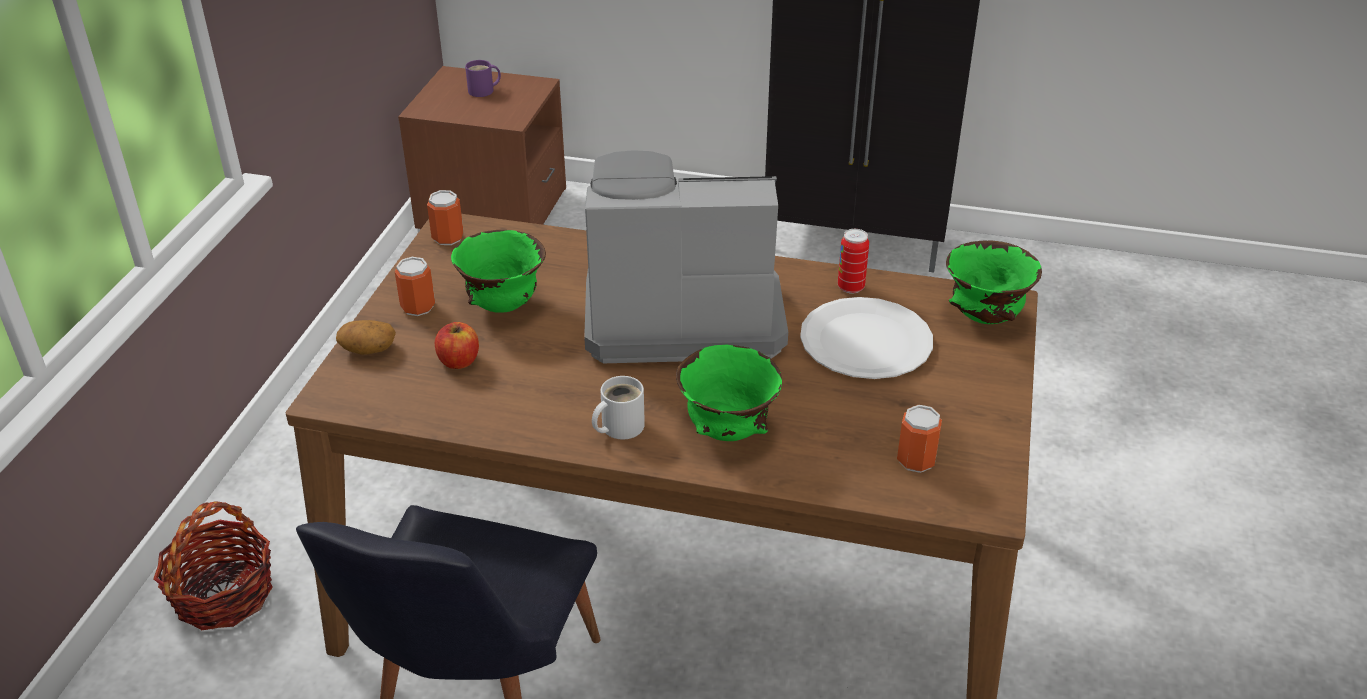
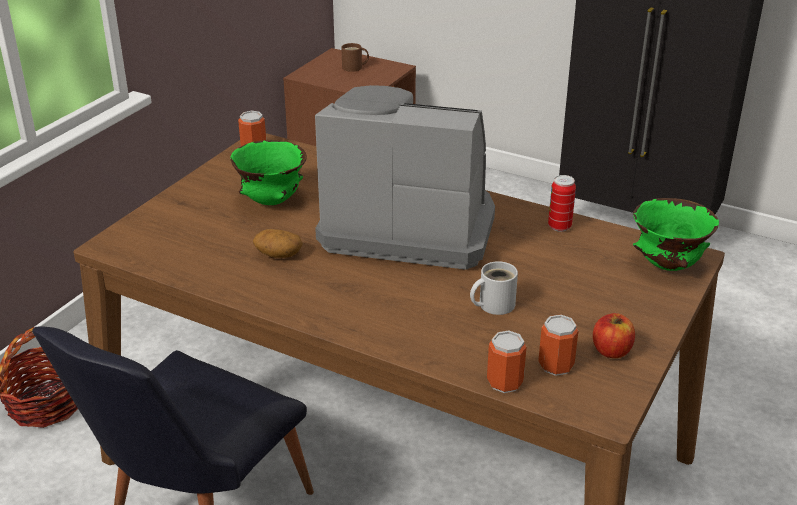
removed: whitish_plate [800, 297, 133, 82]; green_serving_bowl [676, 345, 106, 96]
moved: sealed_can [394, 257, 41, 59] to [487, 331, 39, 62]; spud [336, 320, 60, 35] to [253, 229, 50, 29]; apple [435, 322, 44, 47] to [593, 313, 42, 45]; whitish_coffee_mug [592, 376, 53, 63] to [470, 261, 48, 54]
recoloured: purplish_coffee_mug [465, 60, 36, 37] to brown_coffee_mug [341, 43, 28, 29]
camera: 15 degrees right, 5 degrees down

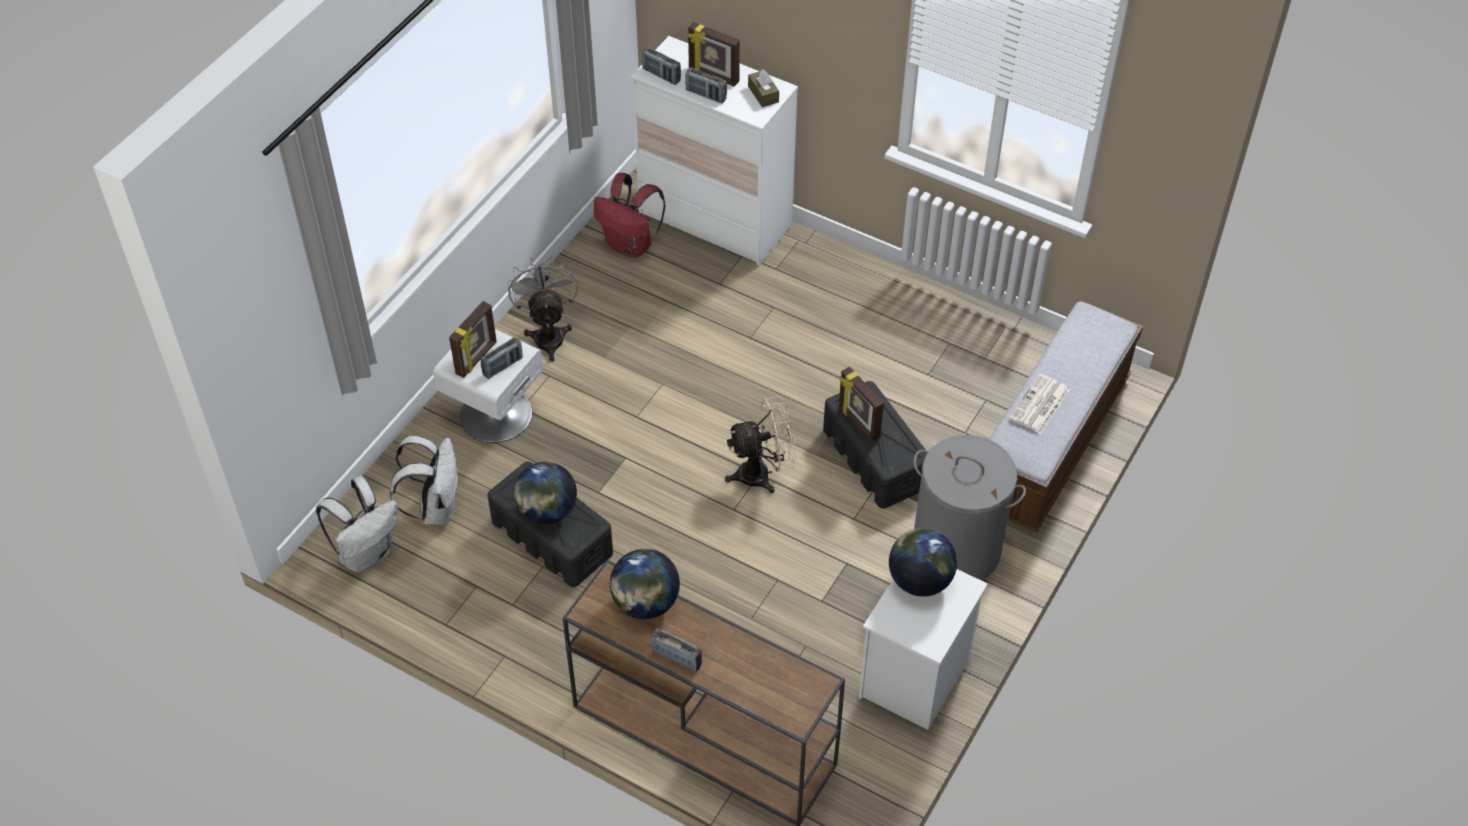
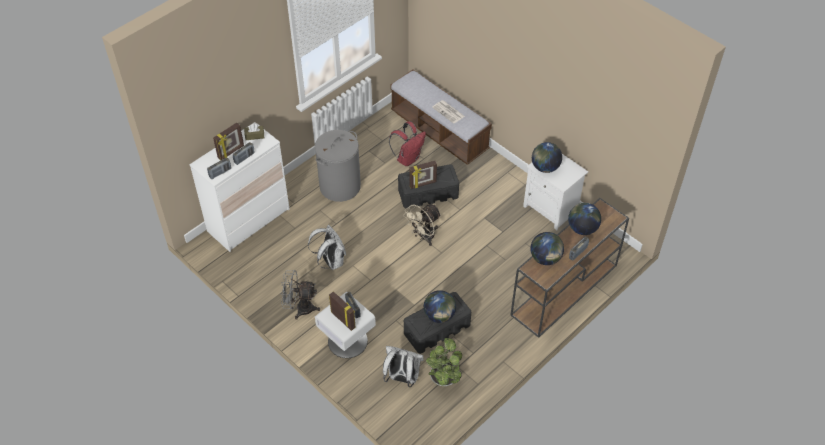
added: world_globe [568, 203, 33, 32]; plant_in_a_pot [426, 338, 36, 48]
moved: red-coloured_knapsack [594, 173, 71, 85] to [389, 121, 37, 45]; grey_washing_basket [913, 435, 113, 146] to [315, 130, 46, 72]; whitish_knapsack [316, 476, 82, 97] to [308, 225, 38, 45]
turned: beige_cooling_fan [725, 396, 72, 97] = [403, 204, 38, 42] 135 degrees counterclockwise
camera: 75 degrees left, 0 degrees up

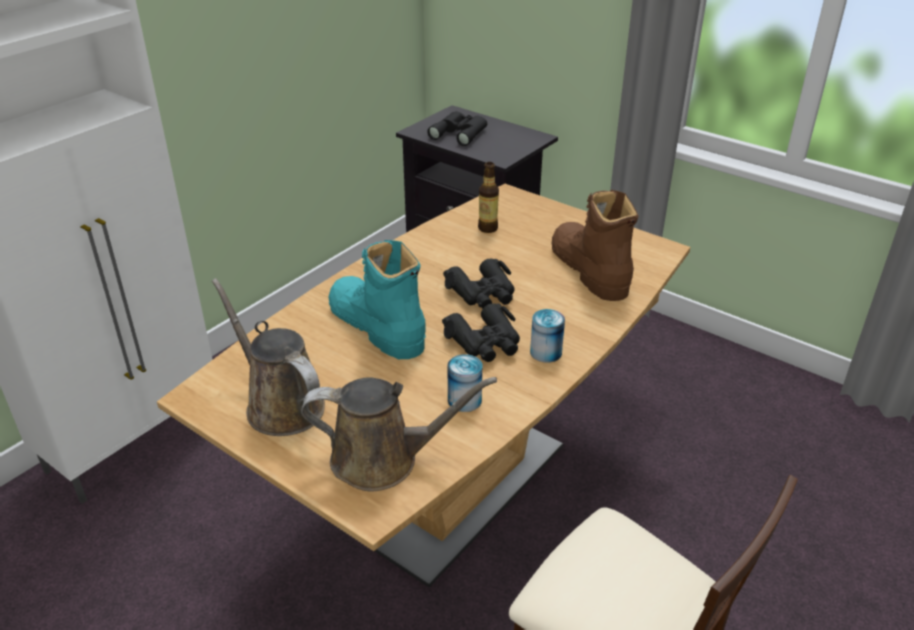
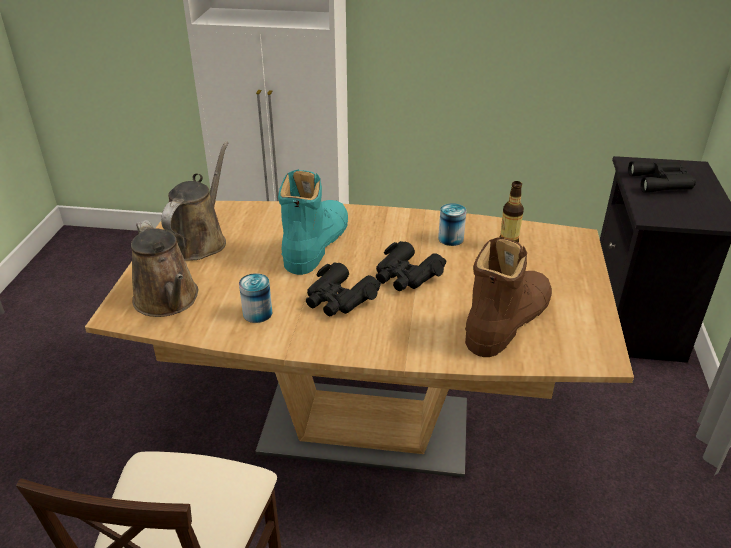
moved: sealed_can [530, 309, 35, 54] to [438, 203, 28, 43]
camera: 60 degrees right, 0 degrees up

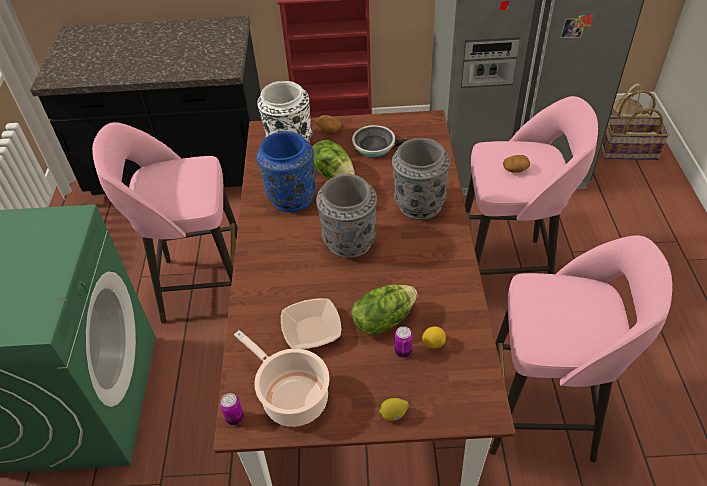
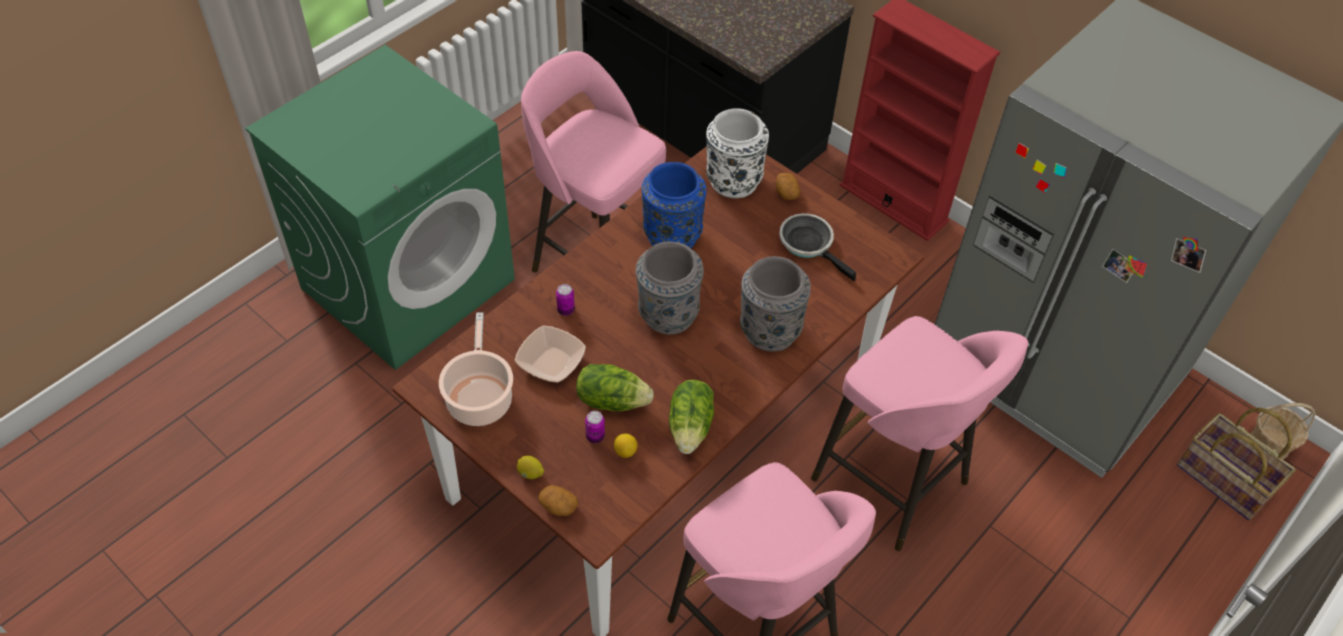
moved: head_of_lettuce [312, 140, 43, 39] to [669, 380, 45, 74]; spud [503, 155, 27, 18] to [538, 485, 40, 31]; sealed_can [220, 393, 24, 32] to [556, 284, 19, 32]
camera: 40 degrees right, 5 degrees up

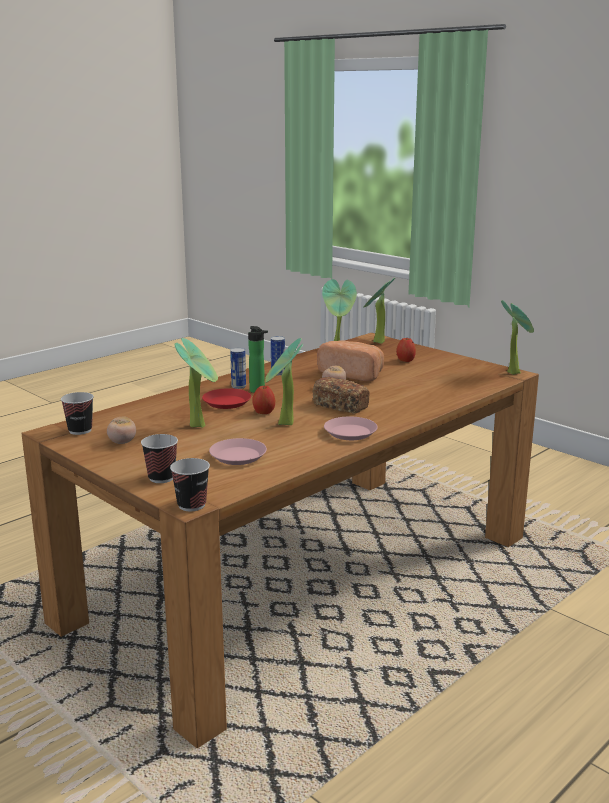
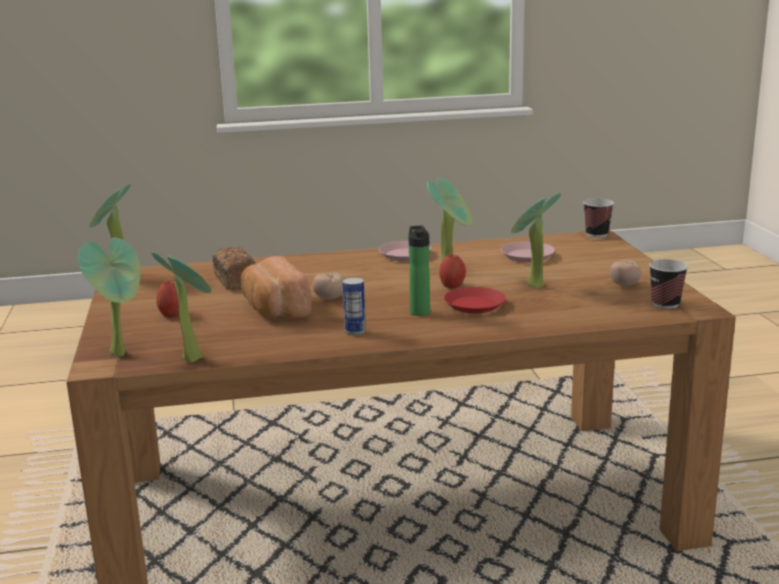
removed: sealed_can [230, 348, 16, 41]; small_cup [141, 434, 37, 49]
moved: bakery_bread [313, 377, 57, 37] to [212, 247, 44, 43]
camera: 145 degrees left, 0 degrees up

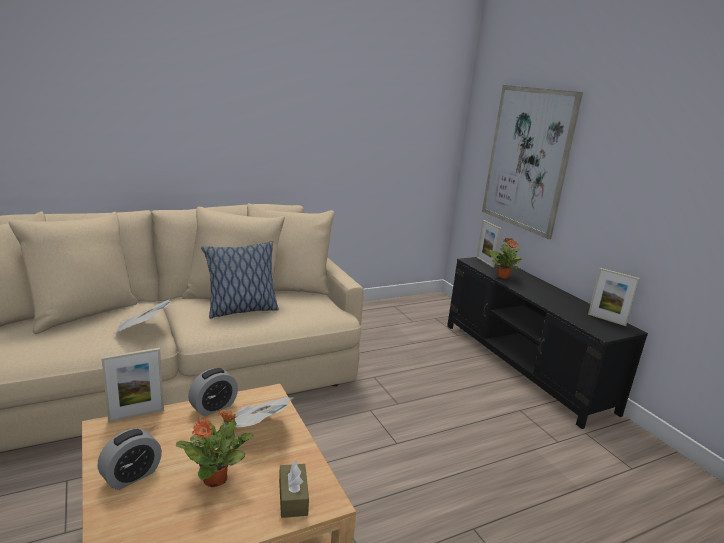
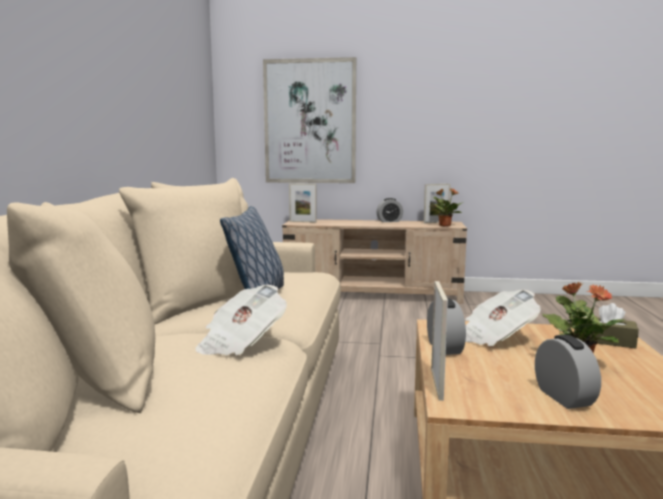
added: bedside_clock [376, 198, 27, 24]
moved: plant_in_a_pot [489, 238, 32, 41] to [429, 188, 34, 39]
recoloured: blackish_tv_unit [447, 257, 201, 172] to beige_tv_unit [282, 219, 185, 85]
camera: 55 degrees left, 10 degrees down

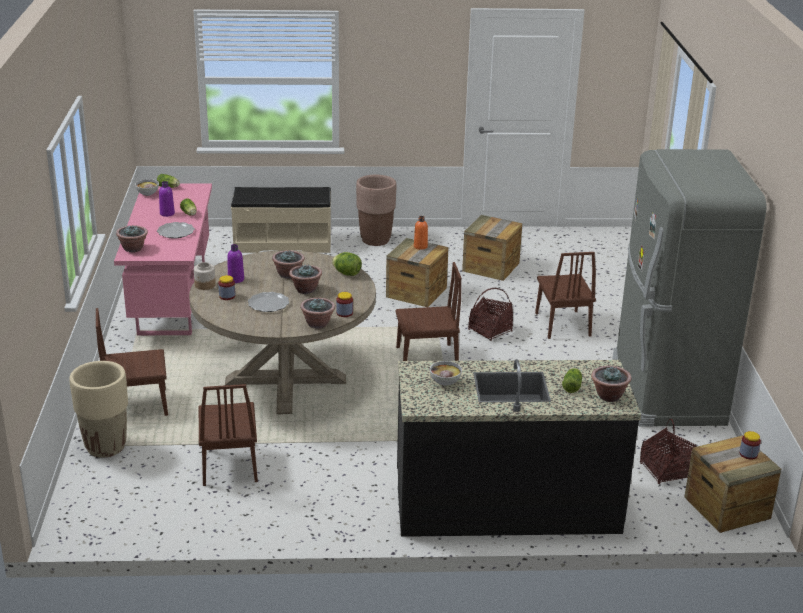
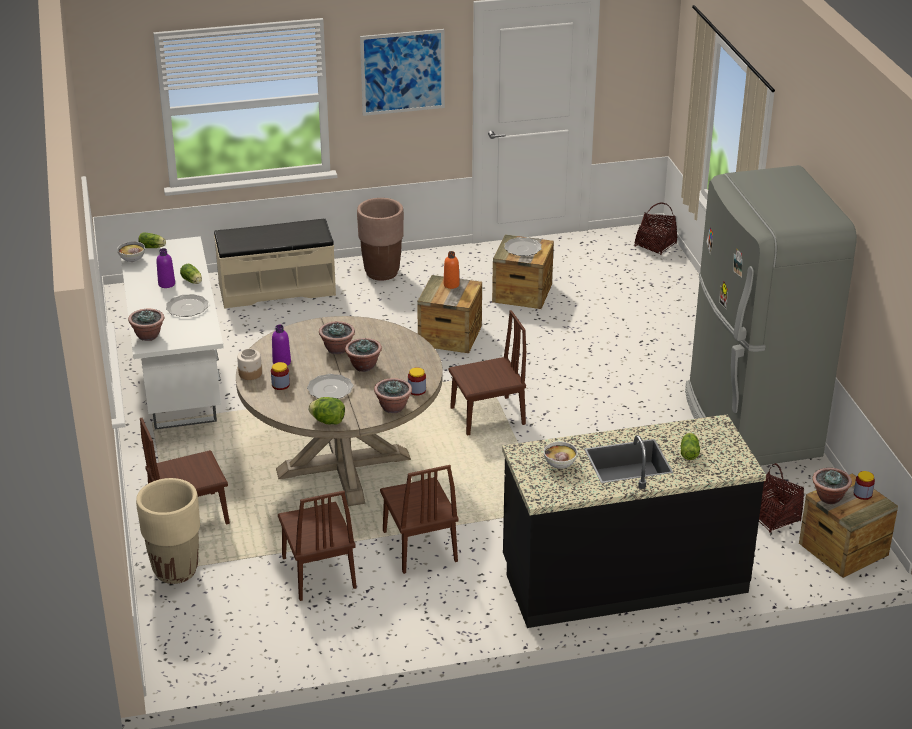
added: wall_picture [360, 29, 85, 87]; plate [504, 237, 38, 19]
moved: head_of_lettuce [332, 252, 30, 24] to [308, 397, 37, 27]; brown_plain_chair [535, 252, 61, 87] to [380, 465, 79, 109]; basket [468, 288, 45, 53] to [634, 203, 43, 52]; plant_in_a_pot [591, 366, 40, 36] to [812, 468, 40, 36]
recoloured: pink_desk_unit [114, 183, 98, 152] to whitish_desk_unit [121, 236, 103, 194]
camera: 10 degrees left, 5 degrees up

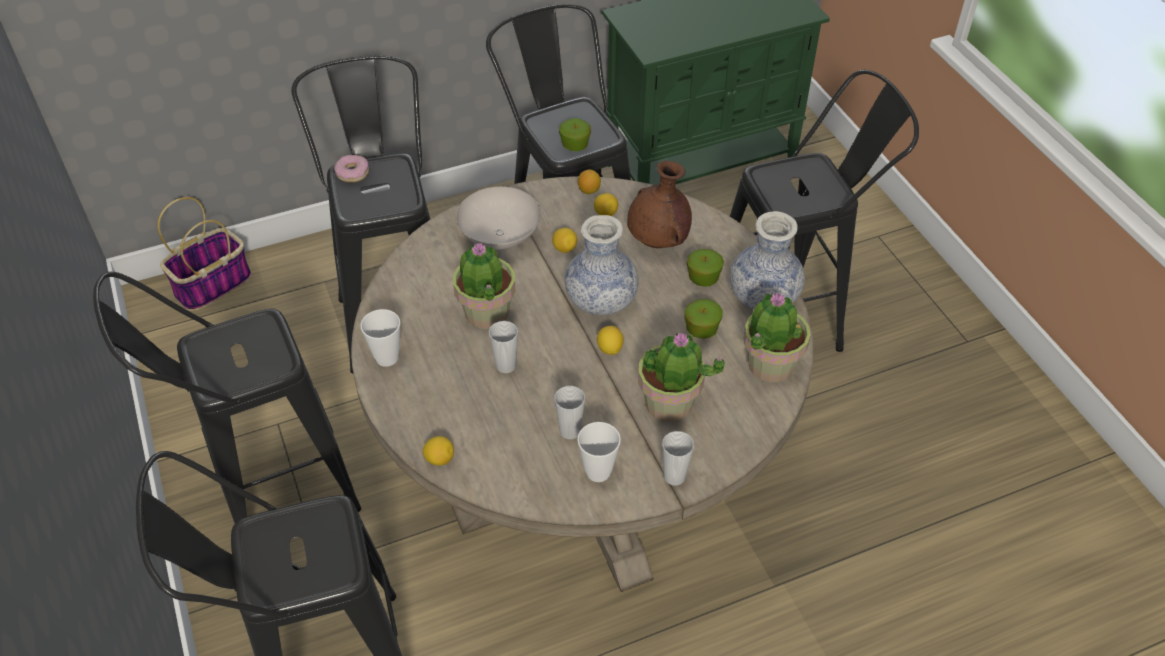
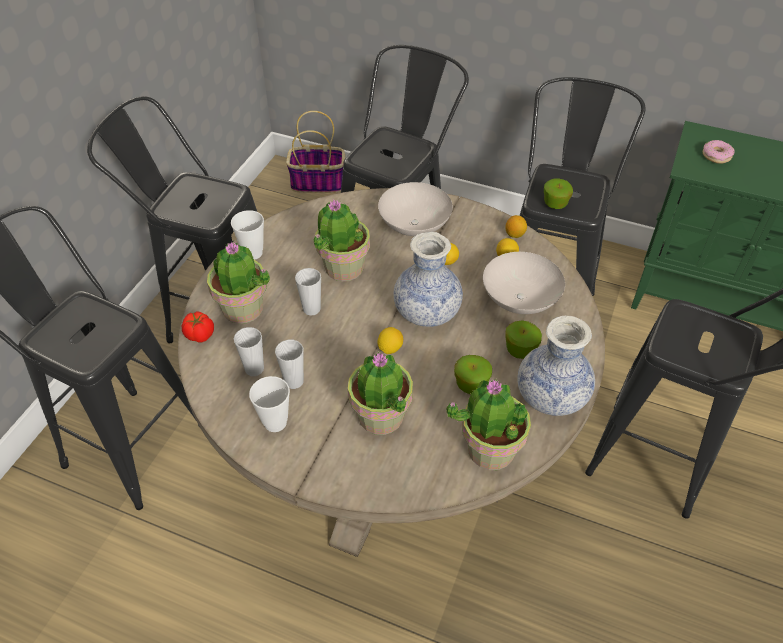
added: plant_in_a_pot [207, 242, 63, 82]
moved: donut [334, 155, 35, 27] to [703, 140, 31, 24]; small_cup [662, 431, 32, 55] to [234, 327, 30, 49]
replaced: brown_flower_vase [627, 161, 65, 87] to whitish_serving_bowl [483, 252, 82, 62]; whole_lemon [423, 436, 31, 30] to tomato [181, 311, 33, 31]
camera: 45 degrees right, 0 degrees up

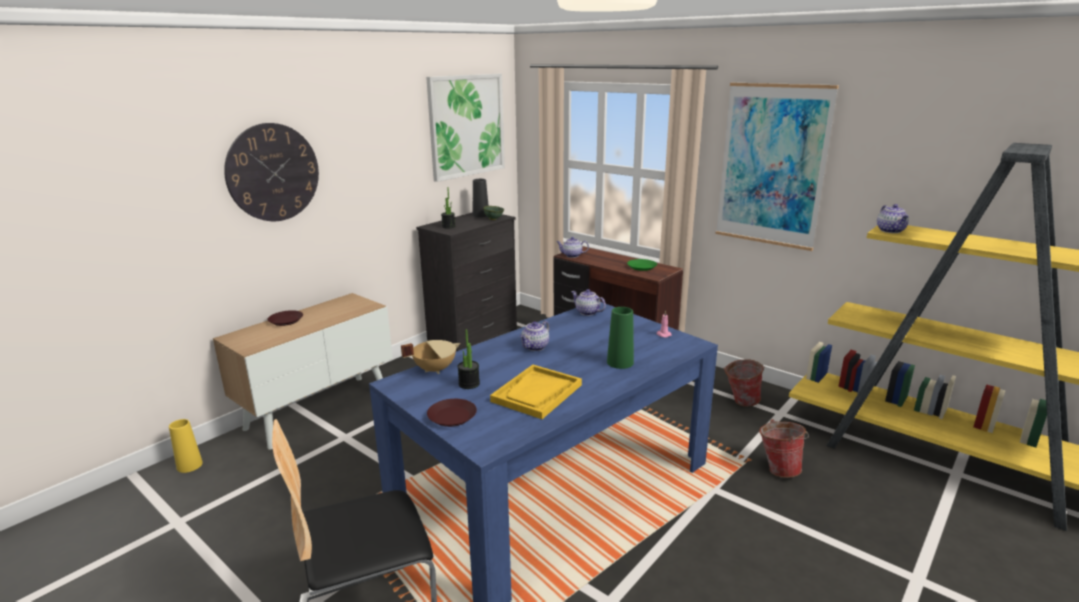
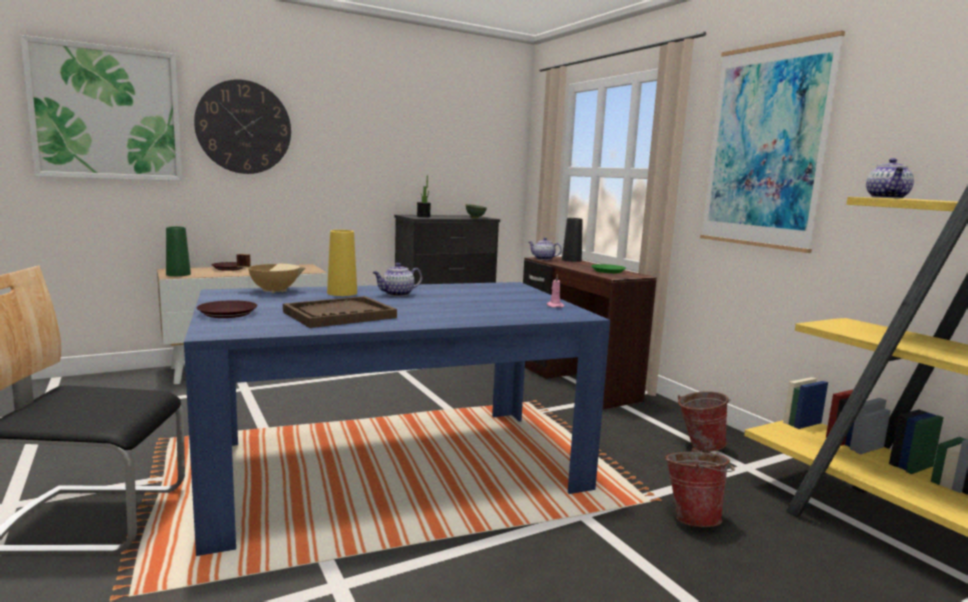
removed: tea_pot [571, 289, 35, 27]; plant_in_a_pot [458, 329, 22, 60]
moved: wall_picture [426, 74, 79, 108] to [20, 35, 162, 146]; blackish_flower_vase [473, 179, 16, 38] to [562, 218, 21, 44]; green_flower_vase [607, 307, 27, 62] to [166, 226, 25, 50]; yellowish_flower_vase [169, 419, 34, 54] to [327, 230, 30, 66]
recoloured: yellowish_carrying_tray [490, 365, 92, 54] to brown_carrying_tray [283, 296, 114, 32]
camera: 20 degrees right, 10 degrees down

